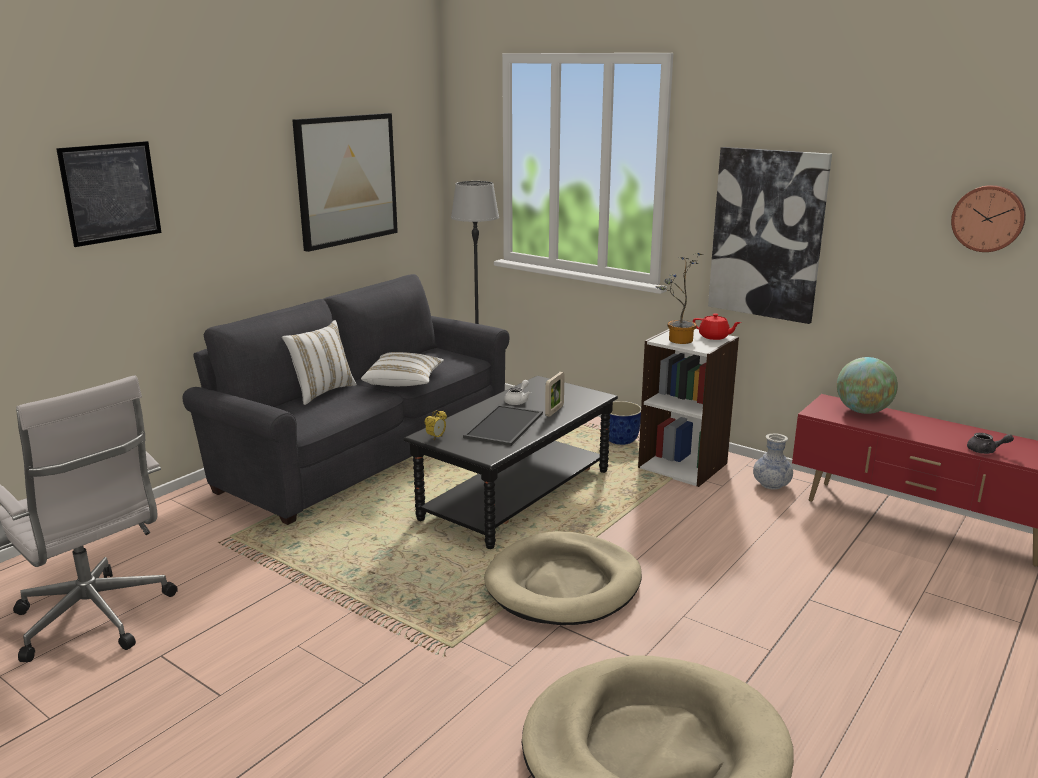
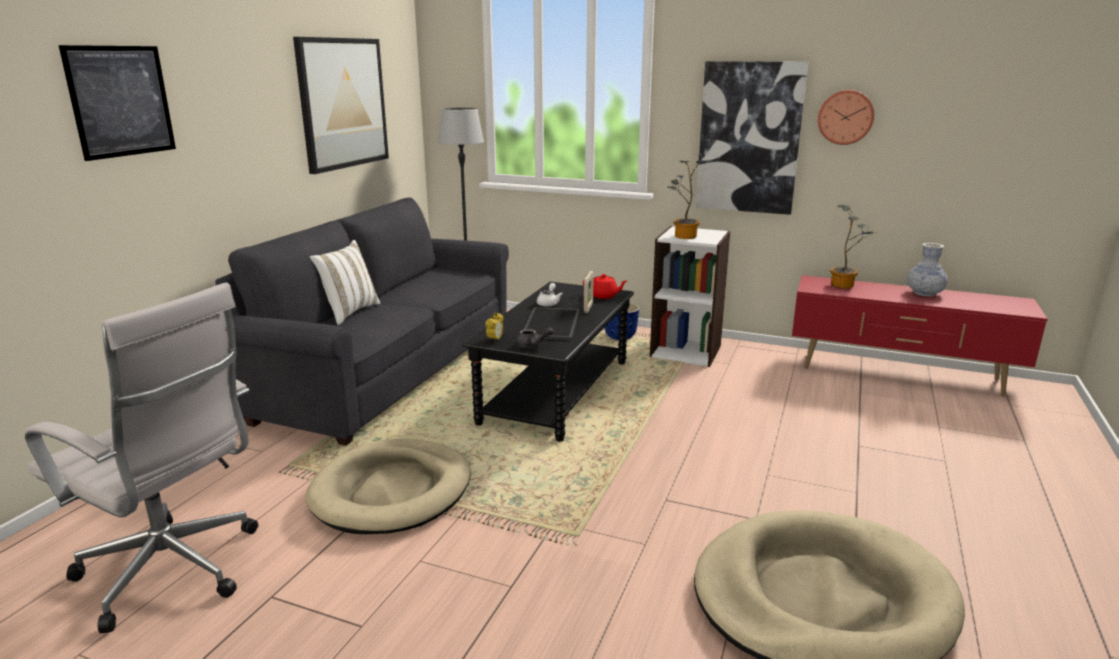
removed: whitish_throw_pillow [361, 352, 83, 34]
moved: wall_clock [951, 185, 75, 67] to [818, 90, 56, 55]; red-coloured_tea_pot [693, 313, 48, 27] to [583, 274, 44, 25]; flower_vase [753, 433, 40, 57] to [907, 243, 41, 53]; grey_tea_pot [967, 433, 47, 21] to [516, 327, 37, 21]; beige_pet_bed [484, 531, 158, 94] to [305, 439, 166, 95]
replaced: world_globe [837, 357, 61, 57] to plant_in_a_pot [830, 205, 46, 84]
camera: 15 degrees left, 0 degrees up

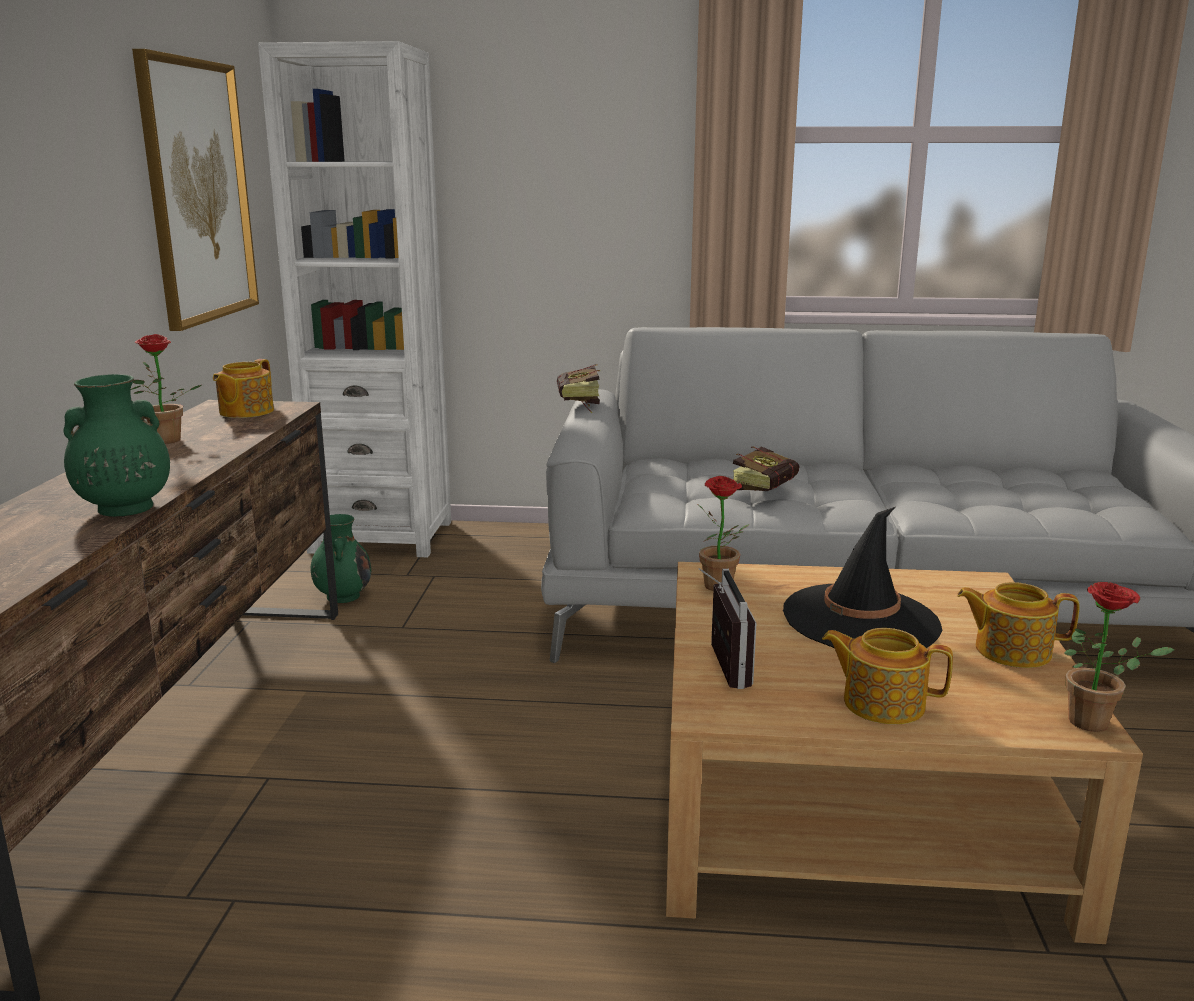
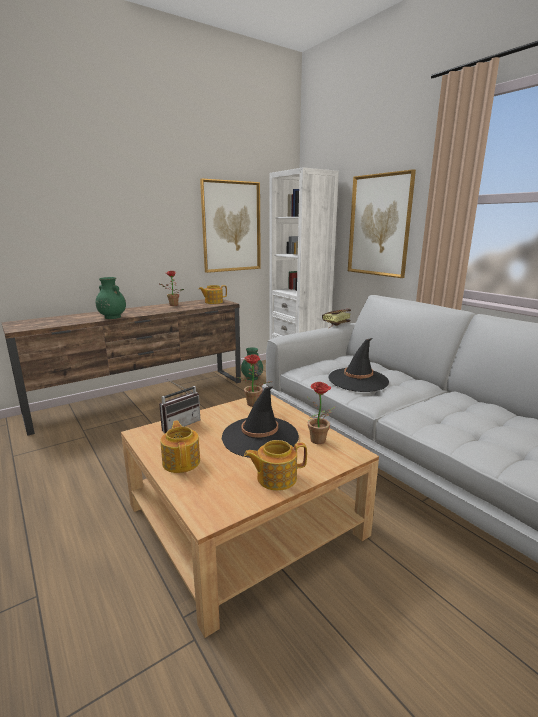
added: wall_picture [348, 169, 68, 109]
moved: plant_in_a_pot [1064, 582, 111, 150] to [307, 382, 28, 62]
replaced: volume [733, 446, 66, 45] to blackish_hat [328, 338, 61, 54]
turned: tea_pot [957, 582, 123, 86] = [244, 440, 63, 51] 75 degrees counterclockwise
camera: 50 degrees right, 0 degrees up

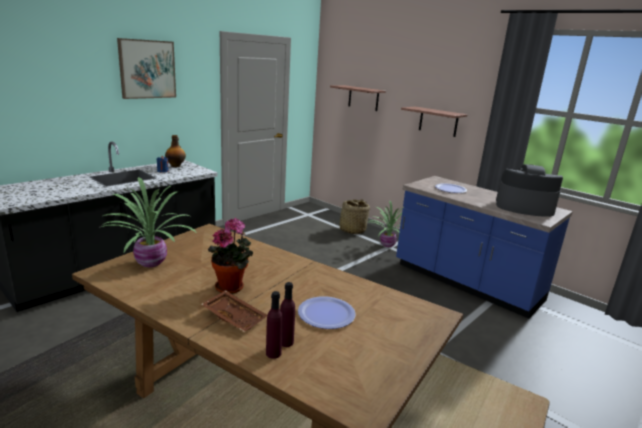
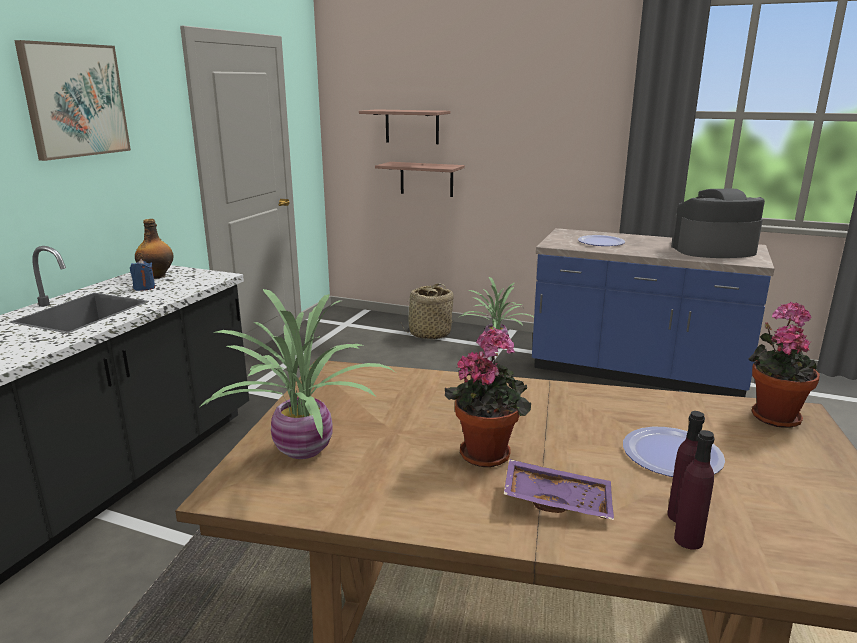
added: plant_in_a_pot [749, 302, 71, 126]
moved: wall_shelf [401, 107, 67, 30] to [375, 162, 90, 35]
recoloured: brown_carrying_tray [201, 290, 66, 42] to purplish_carrying_tray [504, 459, 110, 61]
camera: 20 degrees left, 0 degrees up

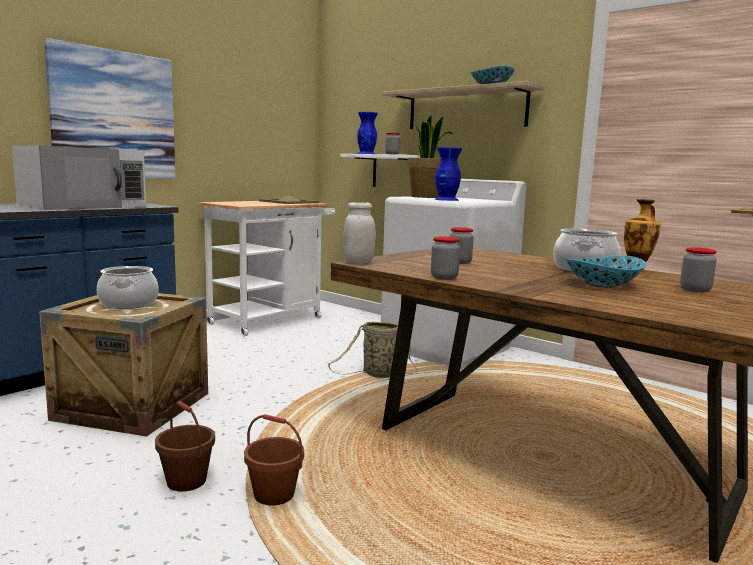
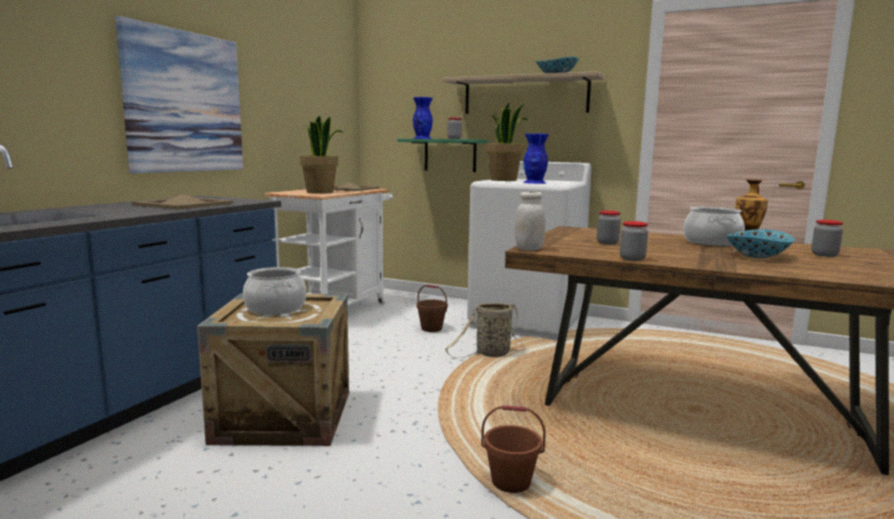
added: plant_in_a_pot [300, 115, 43, 79]
moved: brown_pail [155, 401, 60, 91] to [416, 284, 32, 48]
replaced: whitish_kitchen_microwave [12, 146, 134, 64] to beige_carrying_tray [132, 194, 101, 15]
recoloured: whitish_wall_shelf [340, 154, 80, 33] to green_wall_shelf [397, 139, 91, 33]
camera: 15 degrees left, 0 degrees up

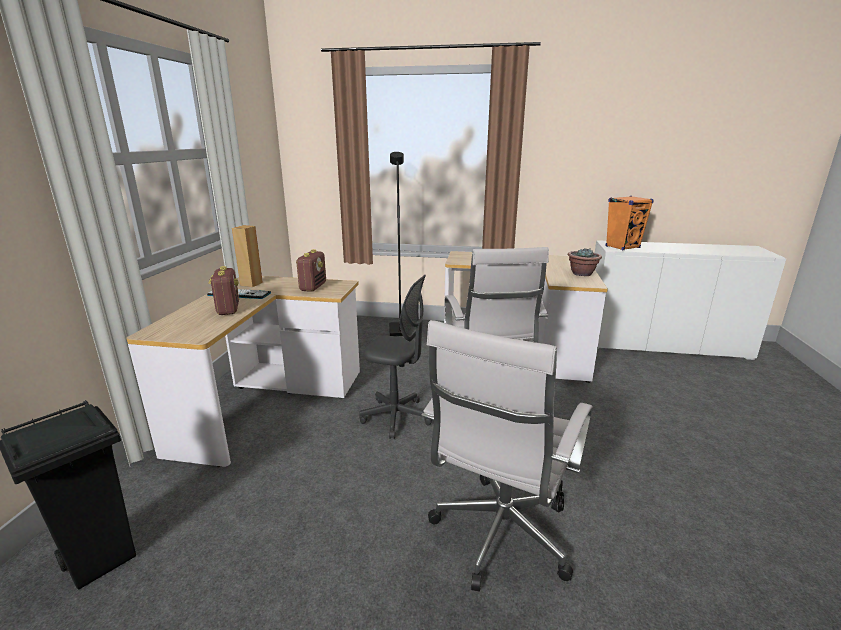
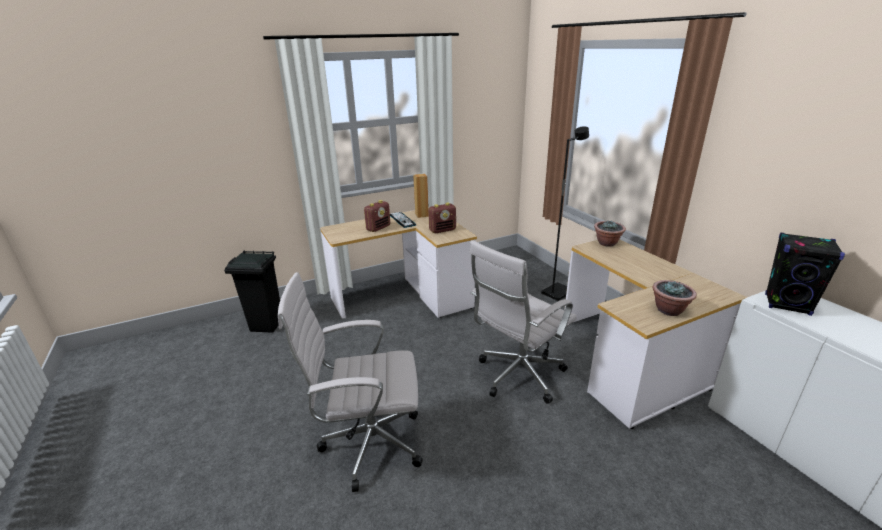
removed: grey_desk_chair [359, 275, 73, 164]
added: plant_in_a_pot [594, 220, 32, 27]
recoloured: orange_speaker [606, 196, 48, 55] to blackish_speaker [765, 233, 80, 83]
camera: 55 degrees right, 5 degrees up

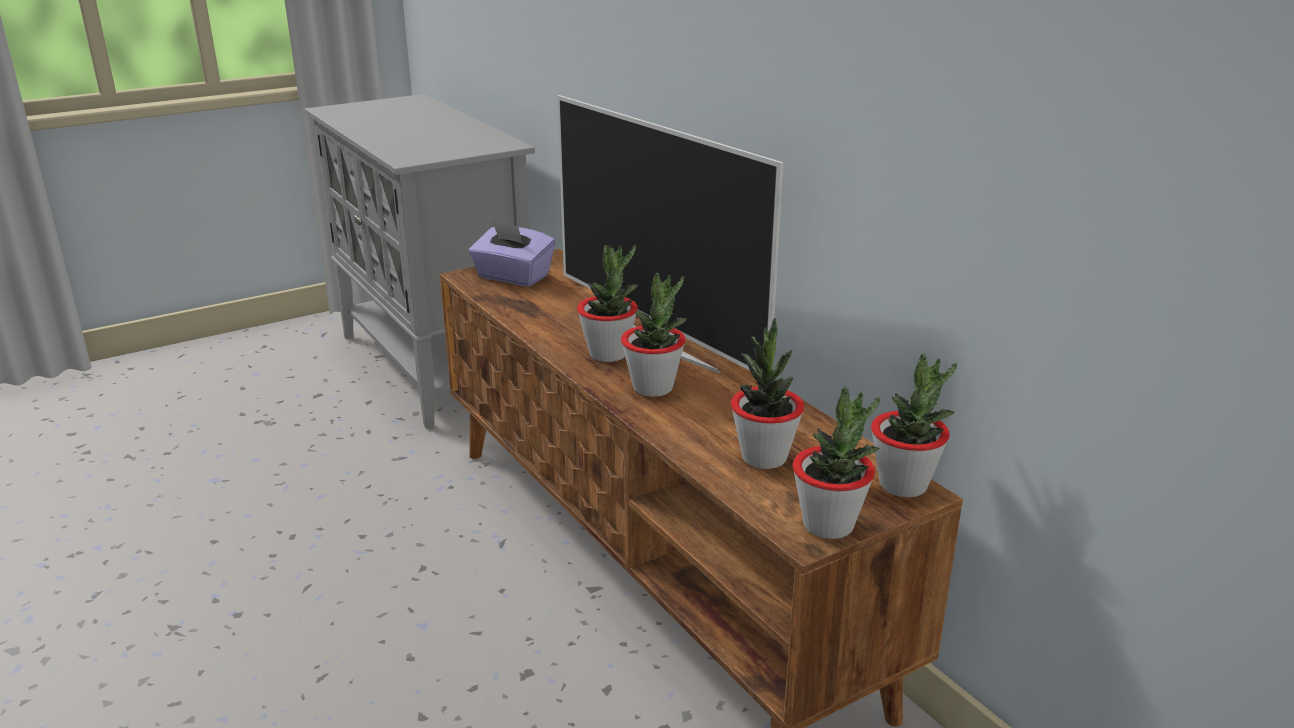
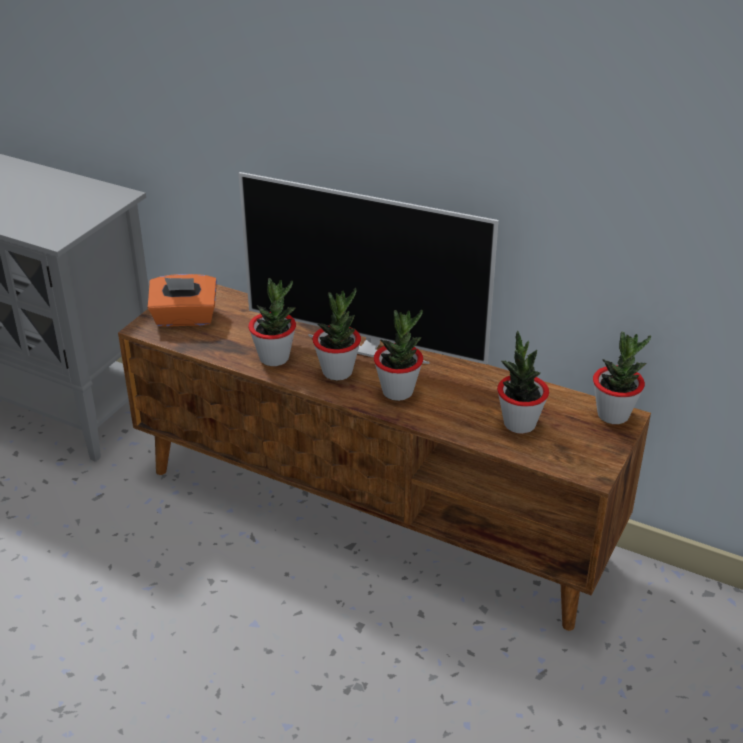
moved: plant_in_a_pot [793, 387, 87, 152] to [248, 278, 48, 88]
recoloured: purplish_tissue_holder [469, 221, 86, 66] to orange_tissue_holder [147, 274, 70, 53]
camera: 30 degrees left, 10 degrees up

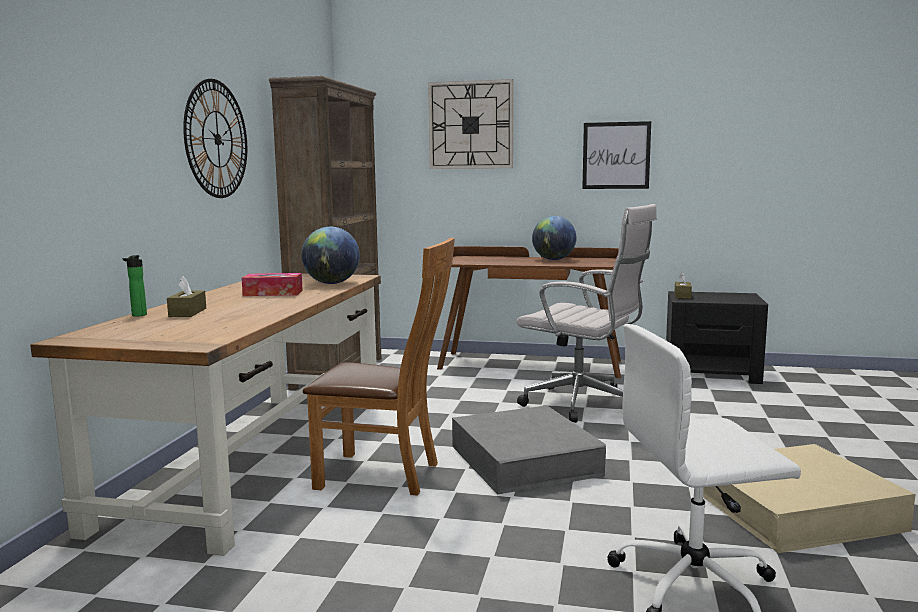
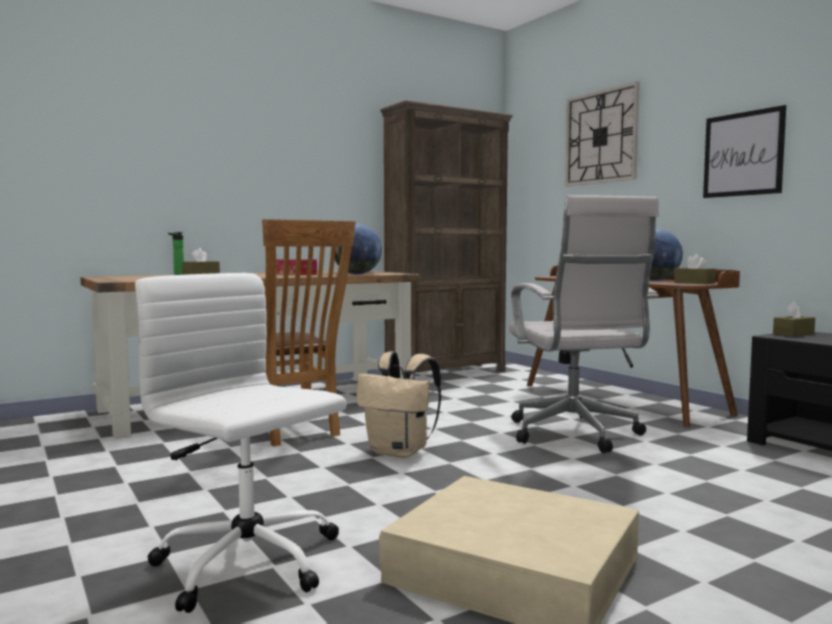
removed: wall_clock [183, 79, 64, 119]
added: brown_tissue_holder [674, 254, 42, 30]
replaced: grey_storage_bin [452, 405, 154, 90] to beige_knapsack [356, 351, 85, 107]
camera: 45 degrees right, 5 degrees down

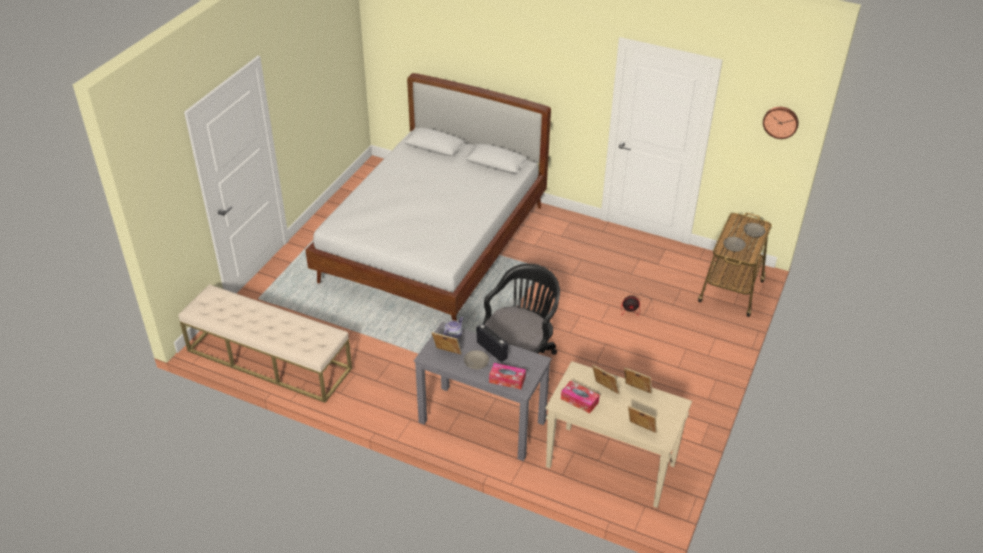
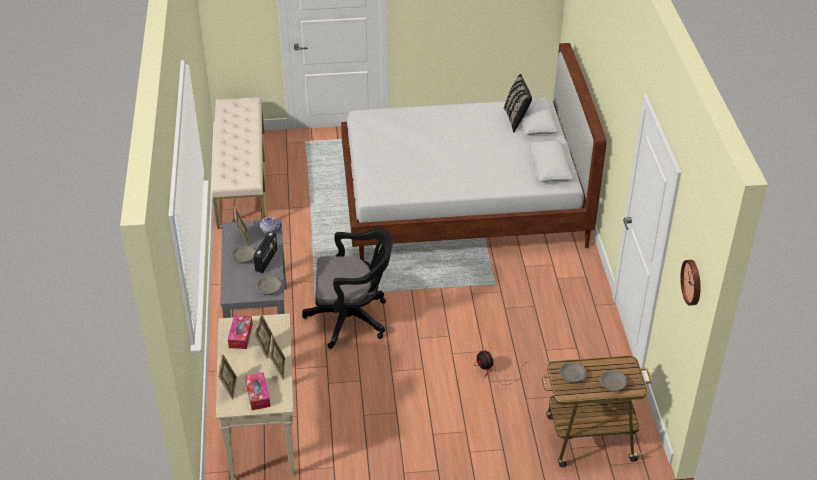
added: blackish_throw_pillow [504, 74, 28, 58]; grey_serving_bowl [256, 276, 26, 19]
moved: tissue_holder [489, 363, 37, 26] to [245, 372, 26, 38]
camera: 60 degrees right, 0 degrees up

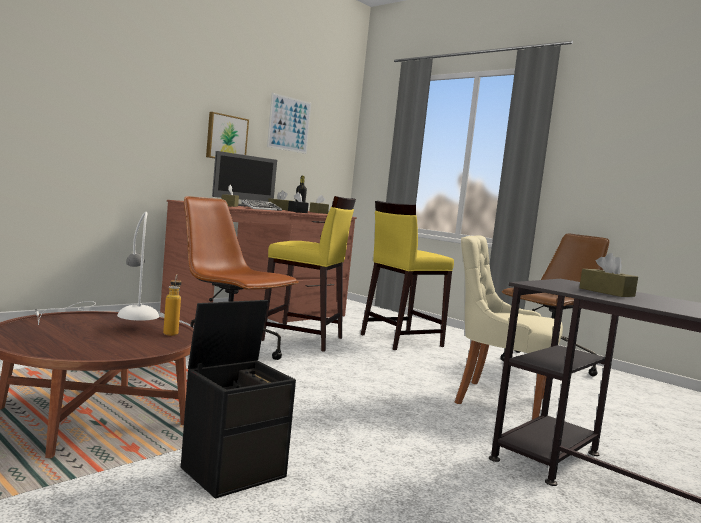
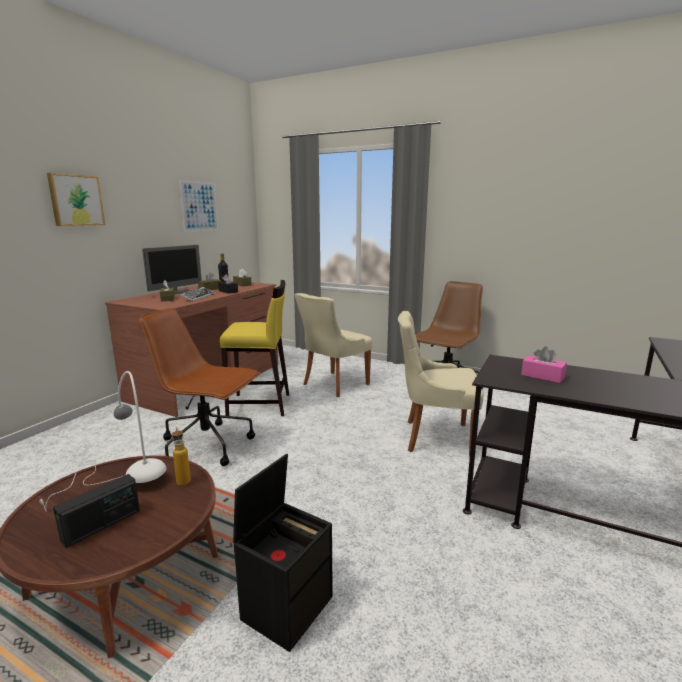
added: radio_set [53, 474, 87, 74]
moved: wall_picture [206, 112, 43, 46] to [47, 173, 58, 53]
replaced: yellowish_stool_seat [361, 201, 93, 149] to beige_plain_chair [295, 293, 77, 104]
recoloured: brown_tissue_holder [579, 253, 59, 44] to pink_tissue_holder [521, 347, 46, 36]
camera: 15 degrees left, 10 degrees up

